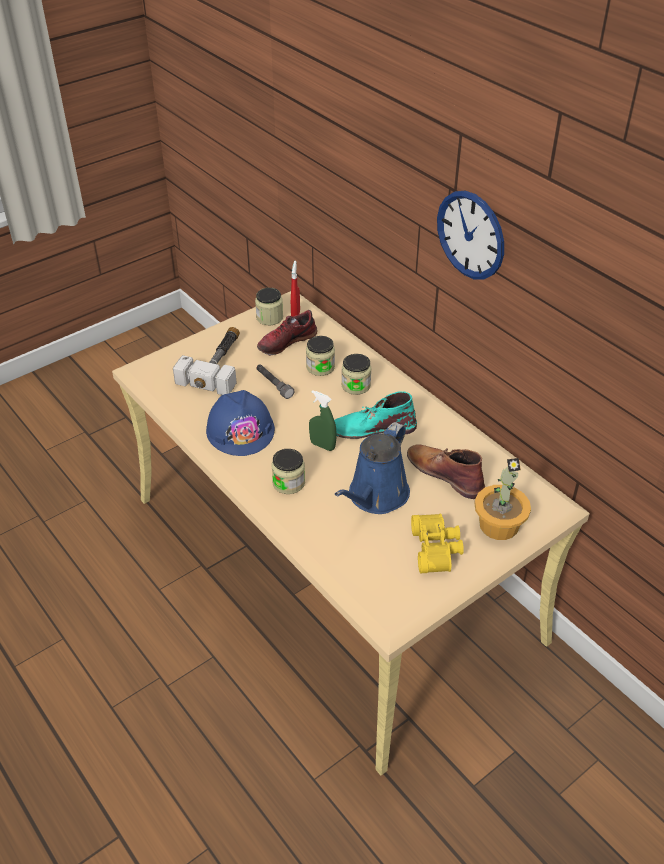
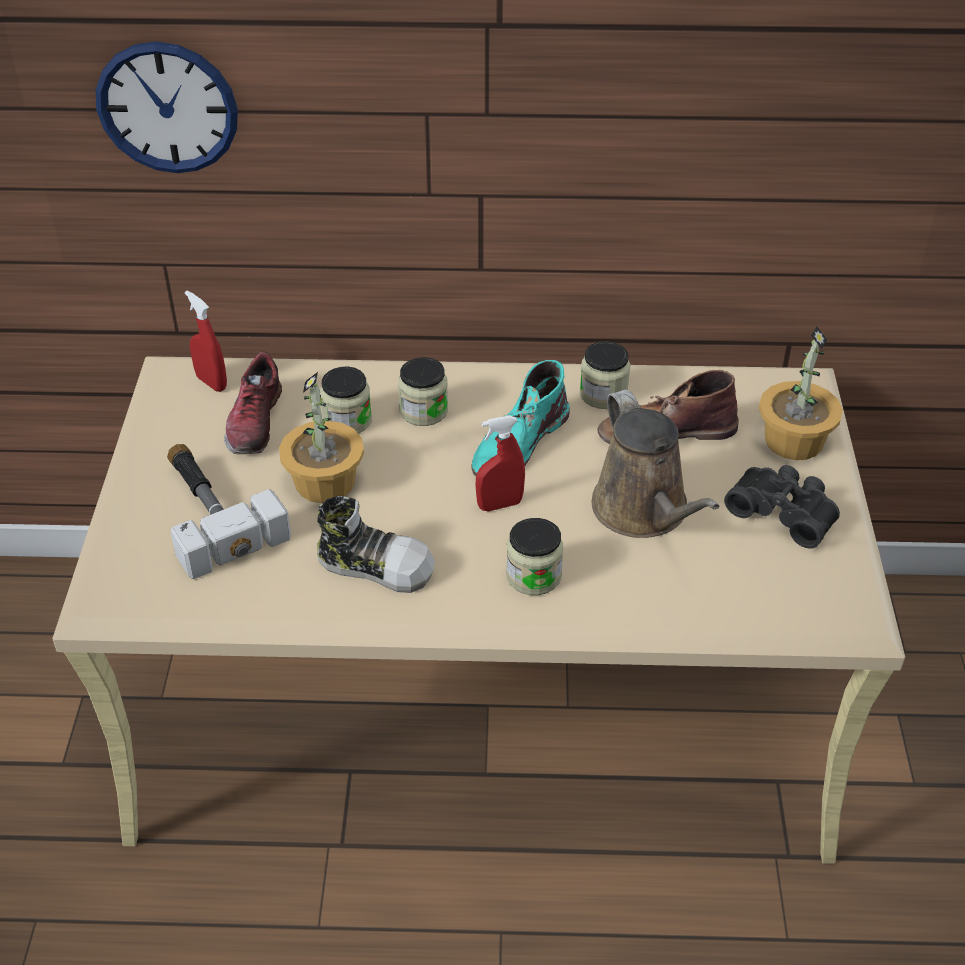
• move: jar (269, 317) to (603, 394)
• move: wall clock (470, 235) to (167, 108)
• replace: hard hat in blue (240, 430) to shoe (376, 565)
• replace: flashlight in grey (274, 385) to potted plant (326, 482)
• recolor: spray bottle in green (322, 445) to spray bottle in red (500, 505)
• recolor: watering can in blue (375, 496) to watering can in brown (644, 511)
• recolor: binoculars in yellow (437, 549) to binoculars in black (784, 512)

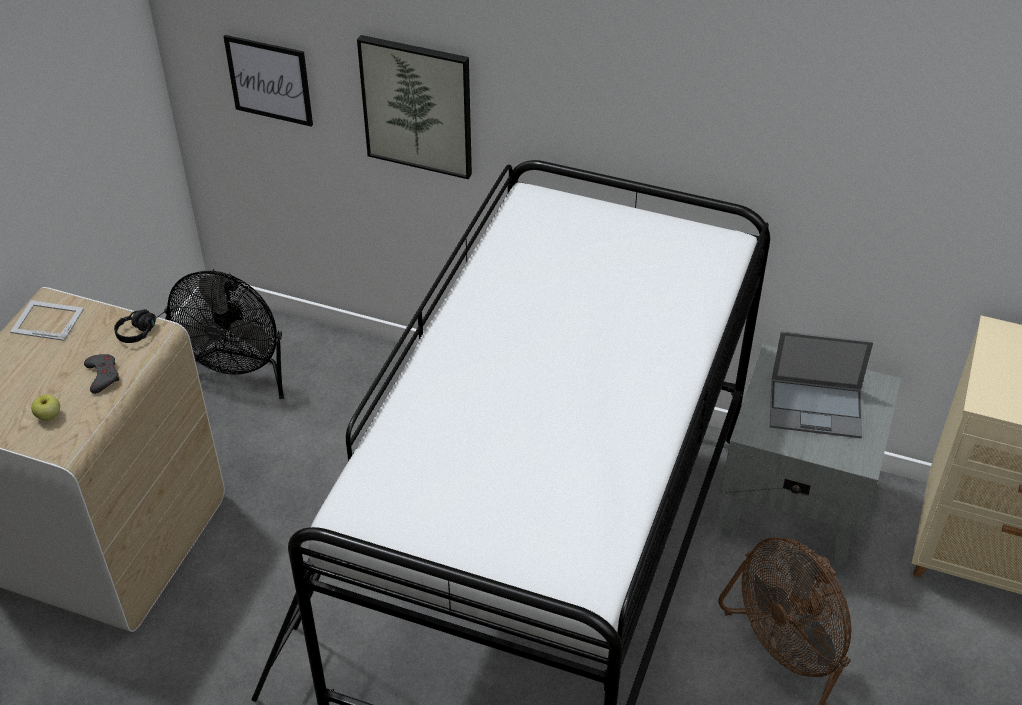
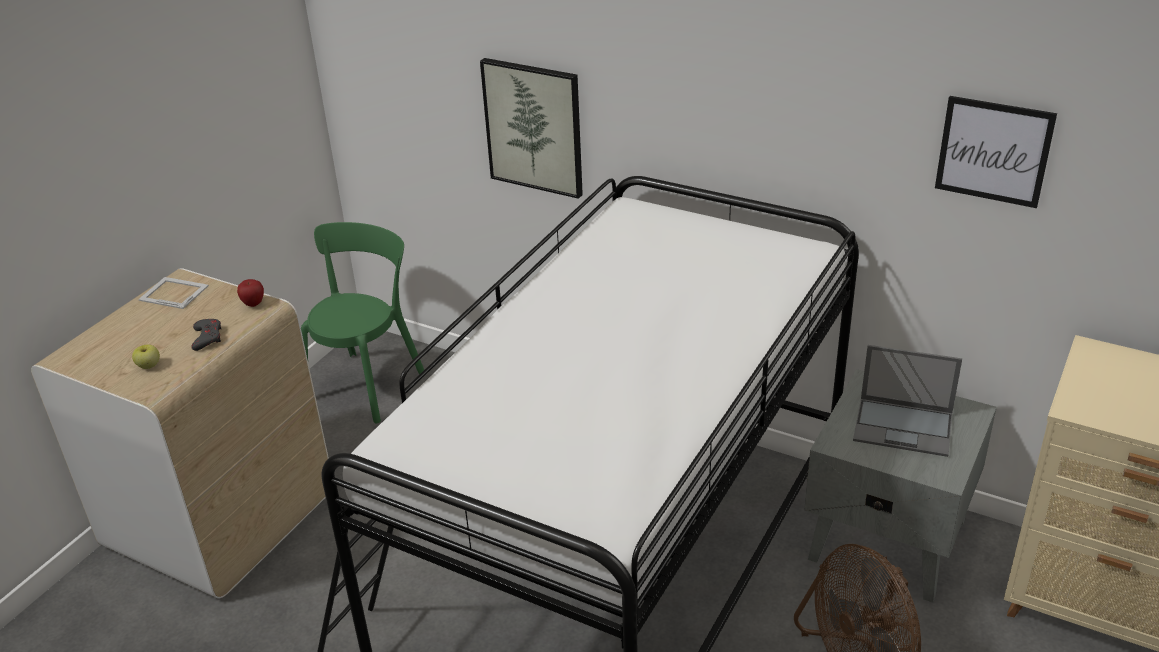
• move: picture (269, 80) to (993, 151)
• replace: headphones in black (141, 329) to apple (253, 304)
• replace: fan in black (234, 367) to chair in green (368, 383)

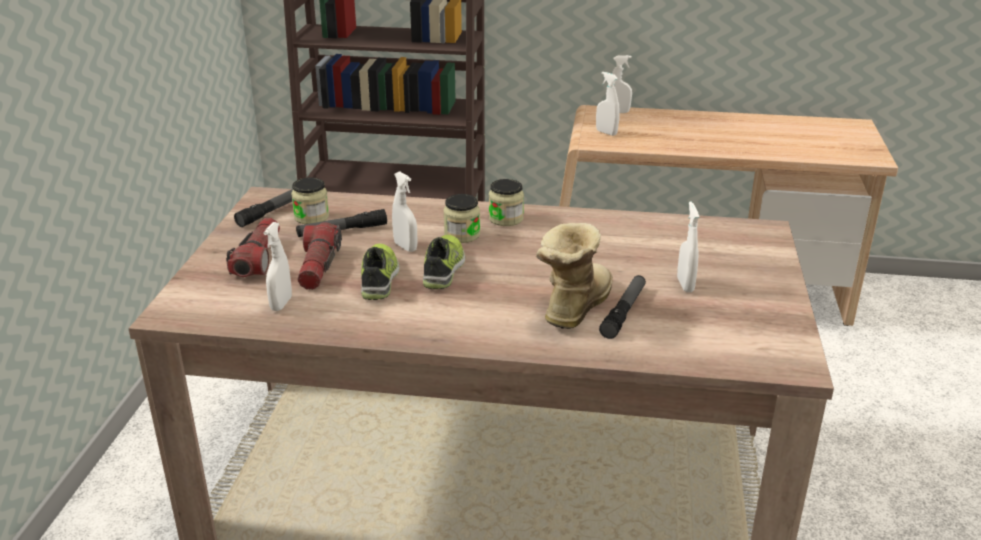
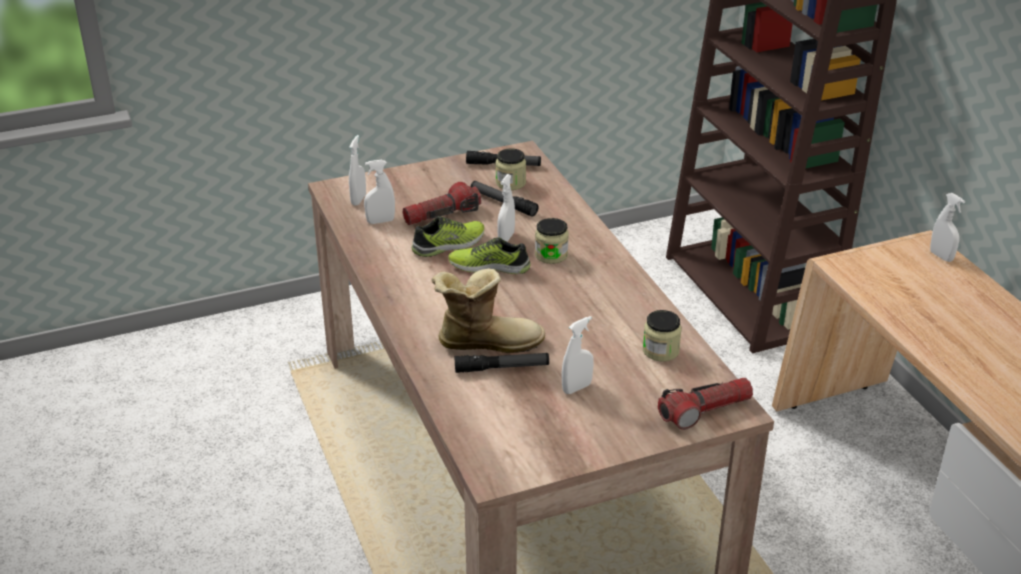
• move: flashlight (258, 259) to (705, 411)
• move: jar (506, 219) to (660, 351)
• move: spray bottle in white (606, 133) to (358, 199)
• rotate: shoe (444, 269) = (489, 266) 150 degrees counterclockwise

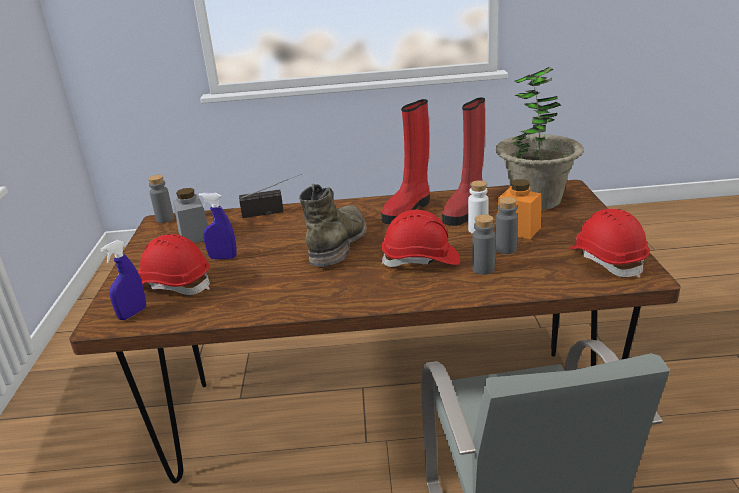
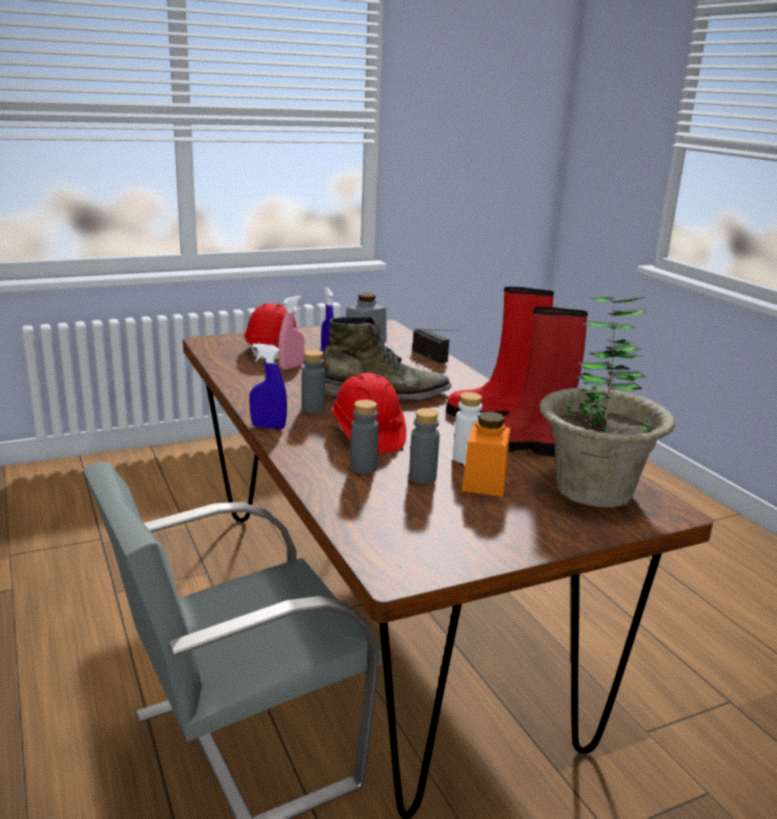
• delete: hard hat in red (607, 260)
• insert: spray bottle in pink (291, 367)
• move: spray bottle in blue (133, 314) to (268, 427)
• move: bottle in grey (165, 219) to (313, 409)

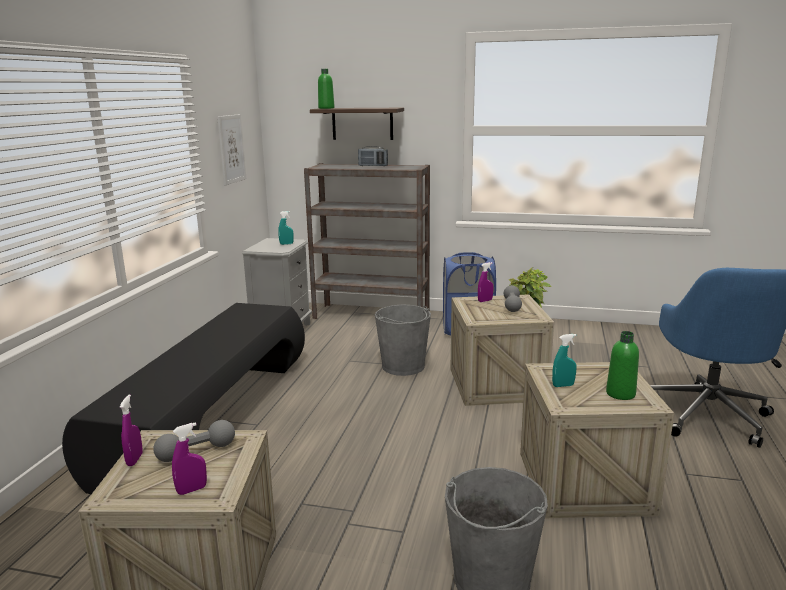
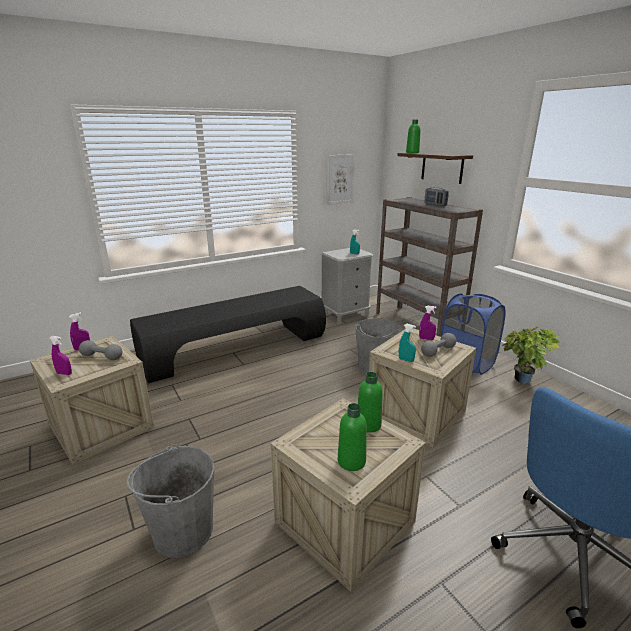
• insert: bottle in green (368, 425)
• move: spray bottle in turquoise (563, 385) to (406, 360)

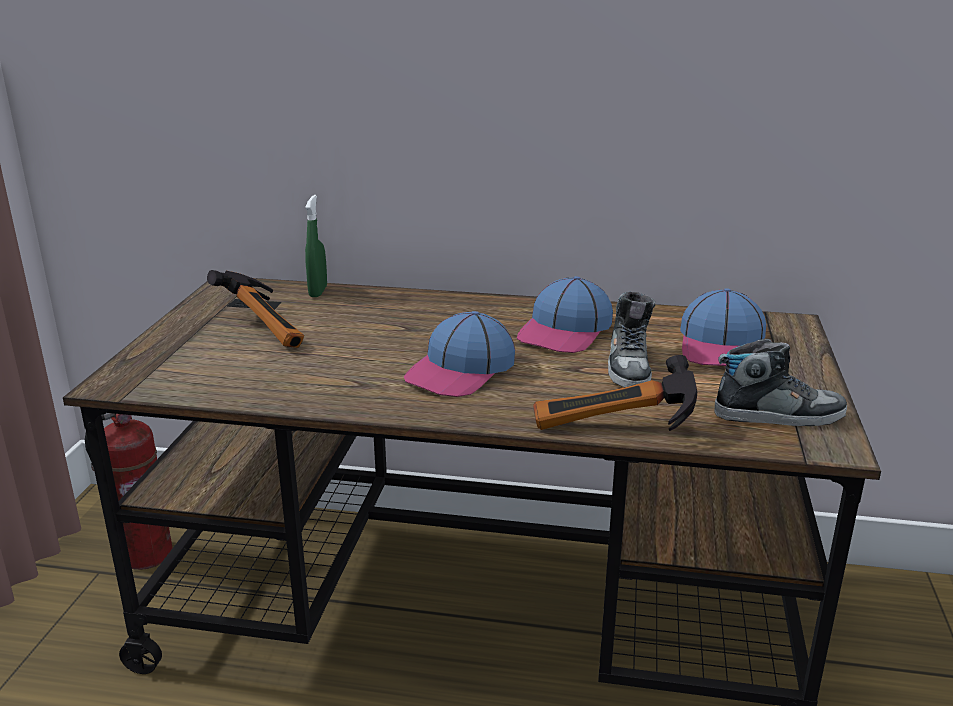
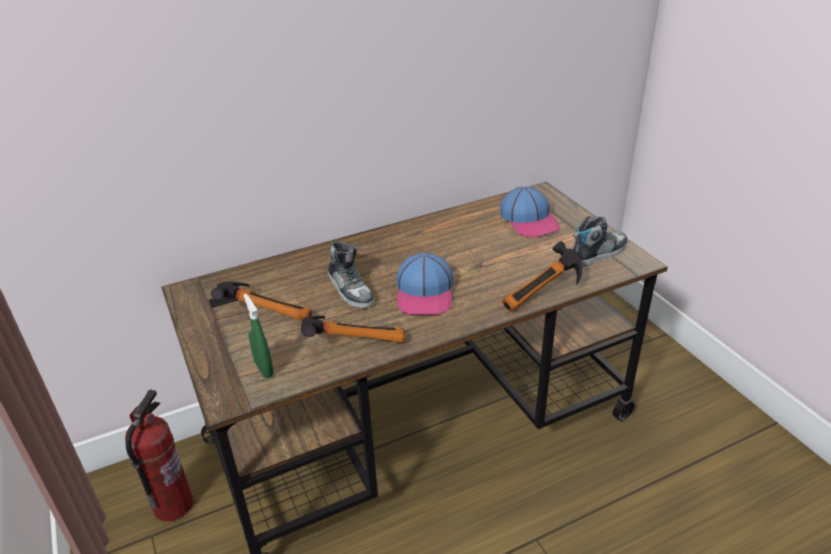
• delete: cap (565, 331)
• insert: hammer (354, 340)
• move: spray bottle in green (318, 291) to (264, 369)
• move: shoe (629, 365) to (351, 290)

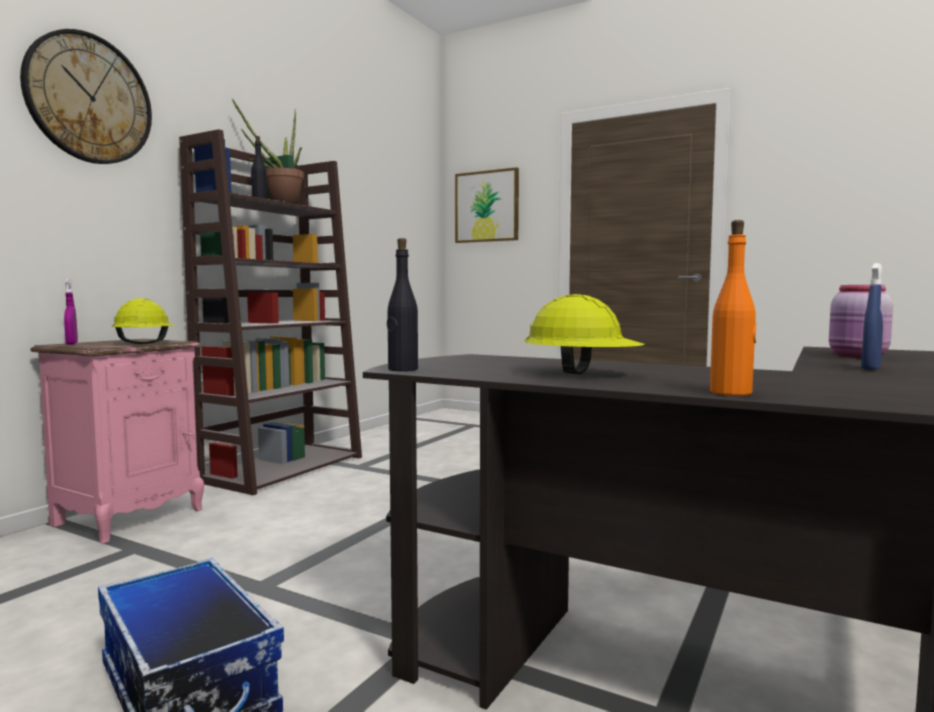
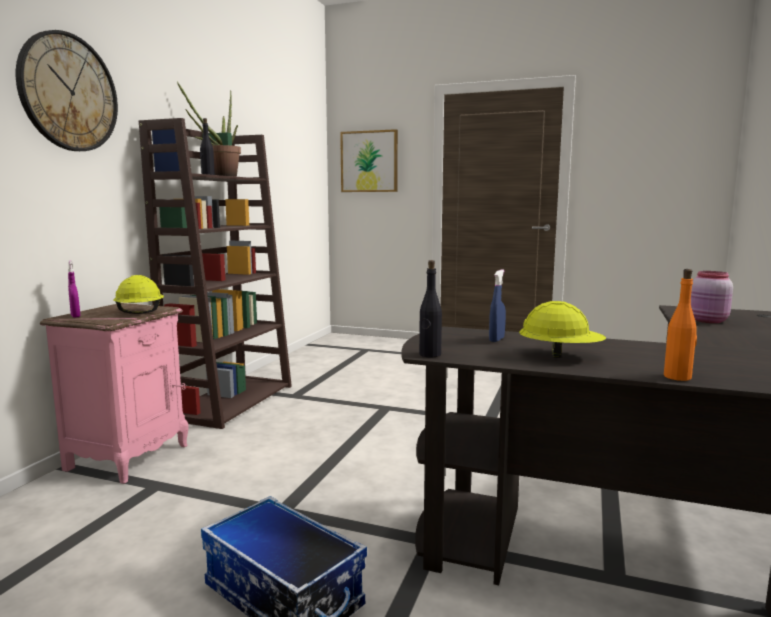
• move: spray bottle in blue (870, 368) to (496, 339)

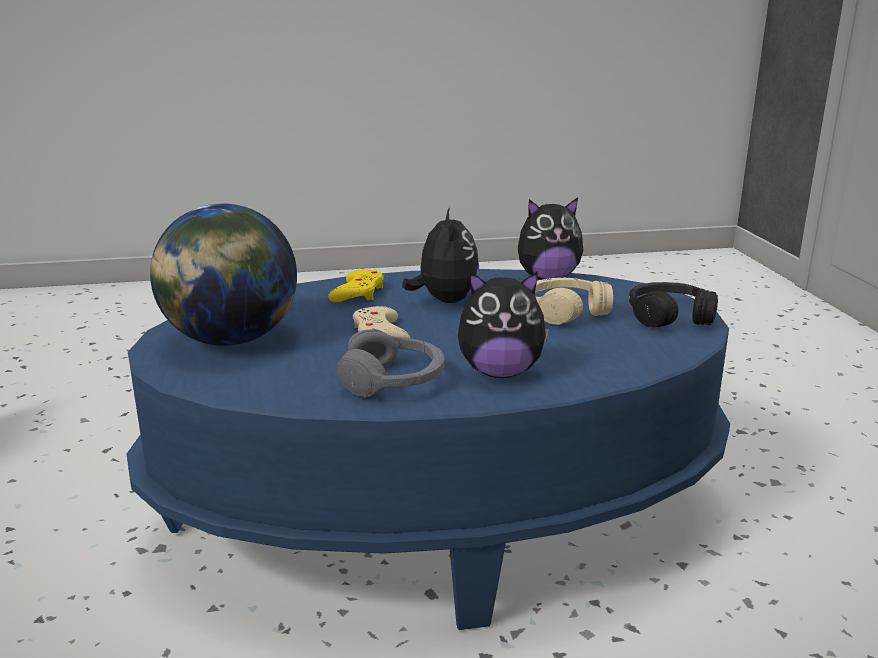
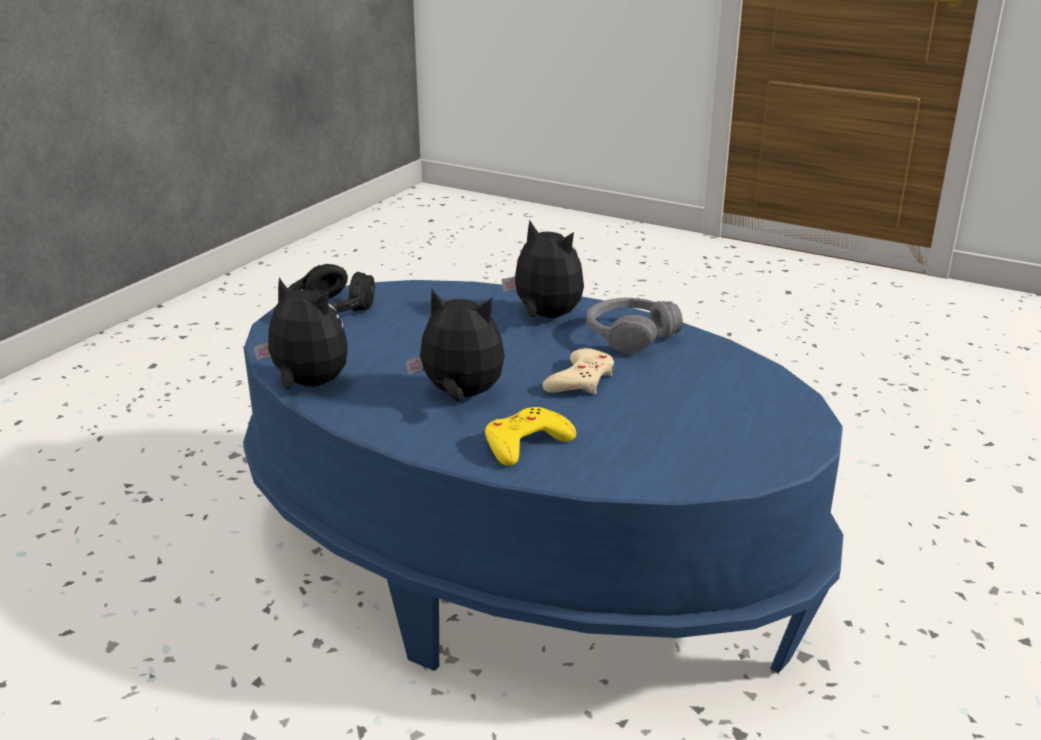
• delete: globe (231, 340)
• delete: headphones in beige (565, 312)
• rotate: plush toy (444, 300) = (460, 396) 75 degrees clockwise

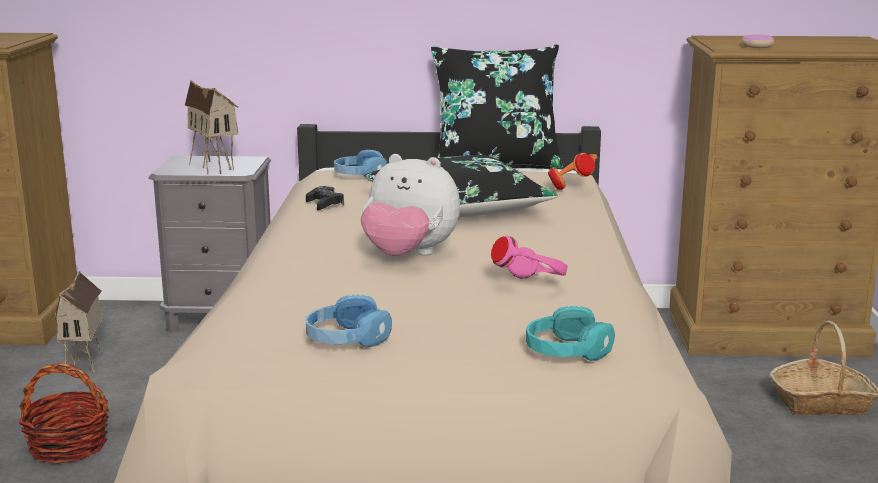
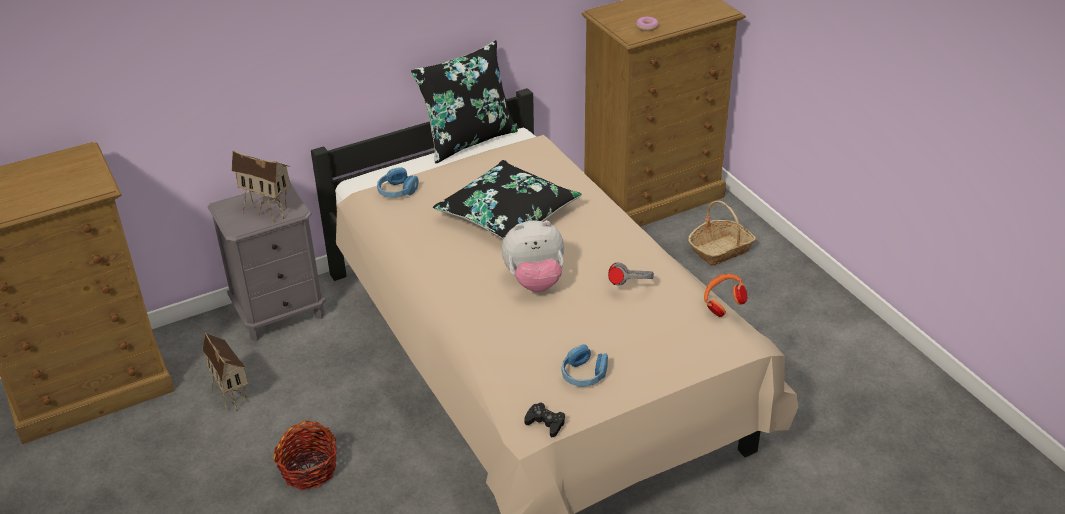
• delete: headphones in turquoise (566, 351)
• move: game controller in black (325, 204) to (545, 423)
• move: headphones in orange (573, 187) to (722, 305)
• recolor: headphones in pink (531, 286) to headphones in grey (630, 287)

